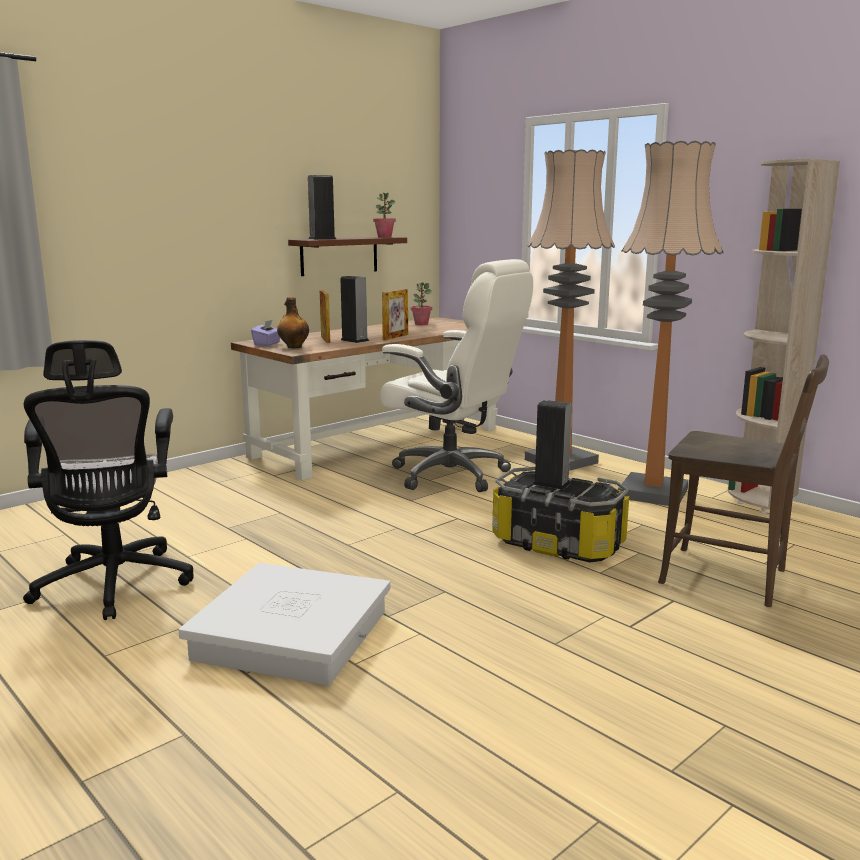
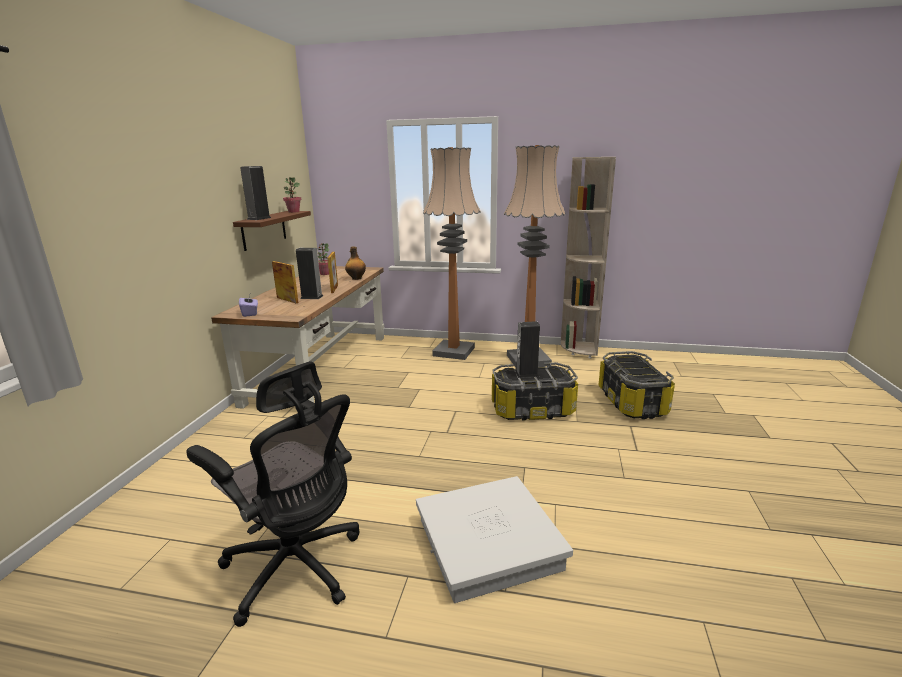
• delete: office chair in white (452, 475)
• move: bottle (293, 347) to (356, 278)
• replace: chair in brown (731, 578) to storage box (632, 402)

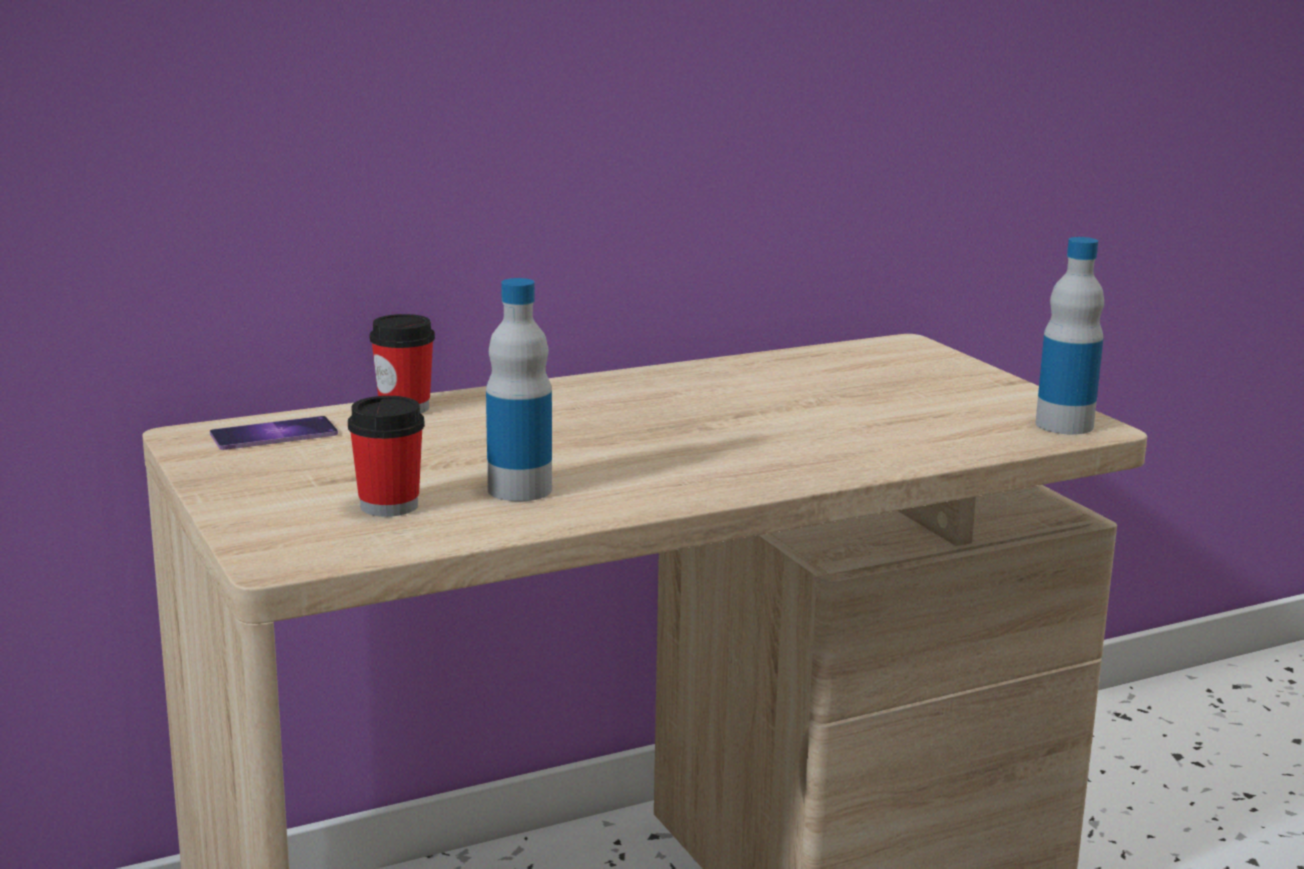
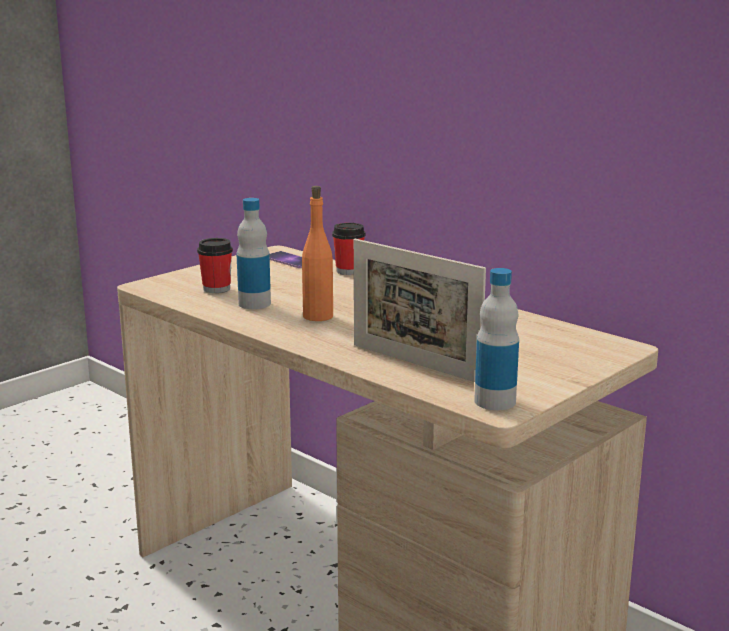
• insert: bottle in orange (318, 316)
• insert: picture frame (414, 363)

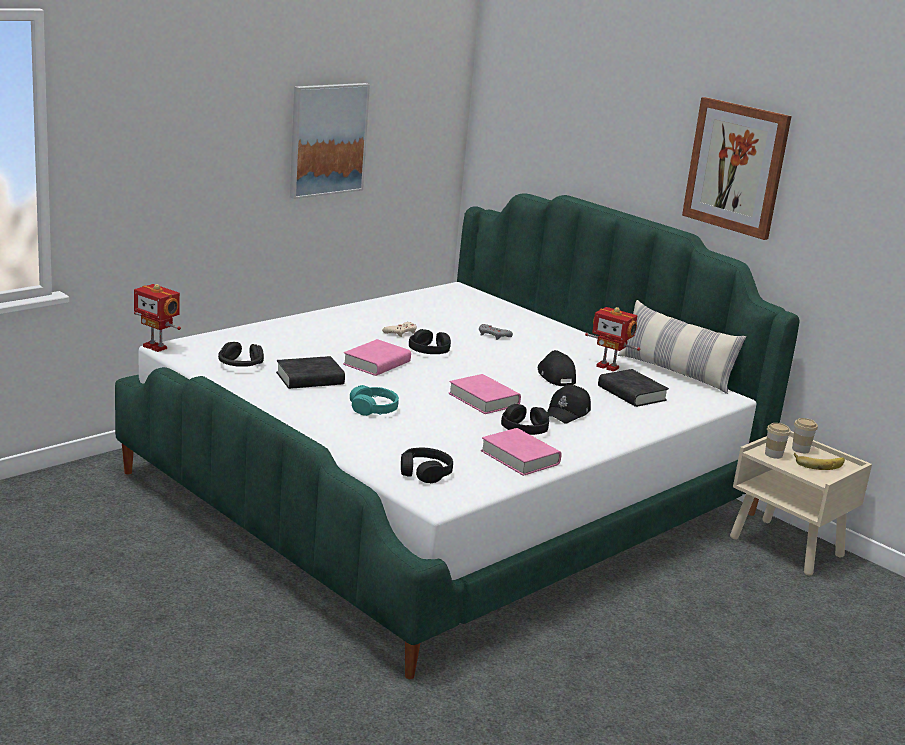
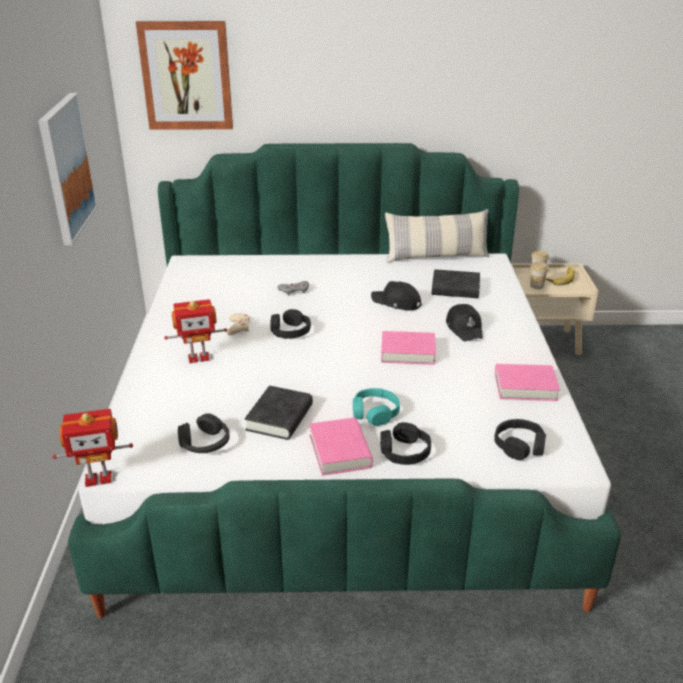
• move: book in pink (377, 363) to (340, 451)
• move: headphones in black (524, 429) to (404, 452)
• move: toy robot (608, 367) to (198, 357)
• move: picture (736, 167) to (186, 76)

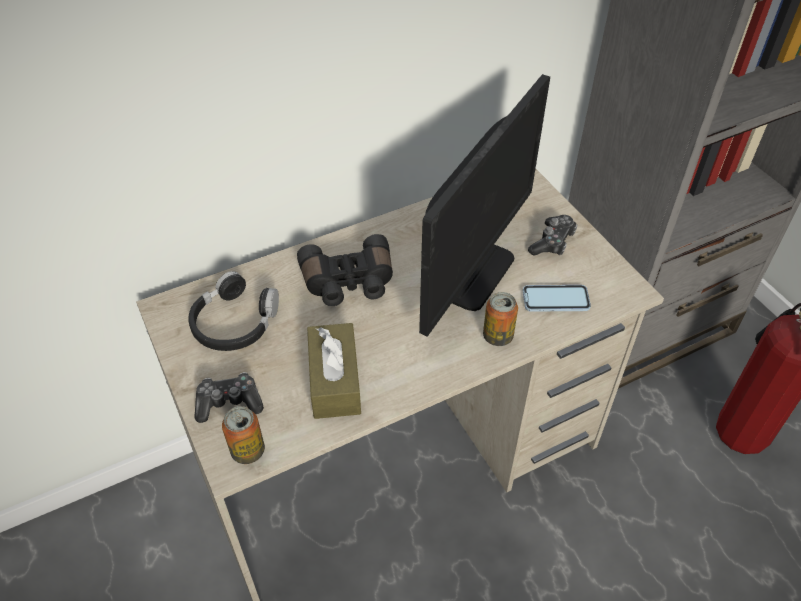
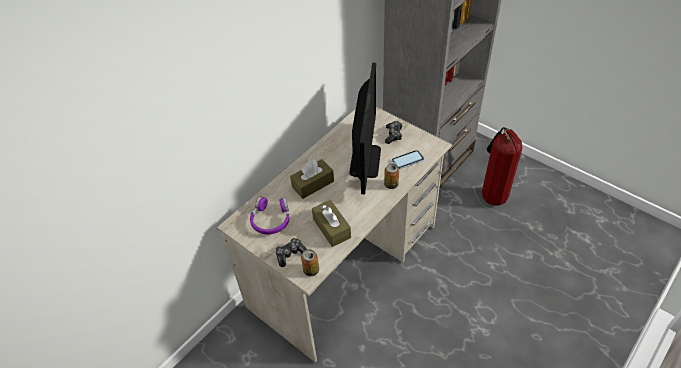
• replace: binoculars in black (348, 283) to tissue box in brown (313, 184)
• recolor: headphones in black (235, 322) to headphones in purple (271, 220)

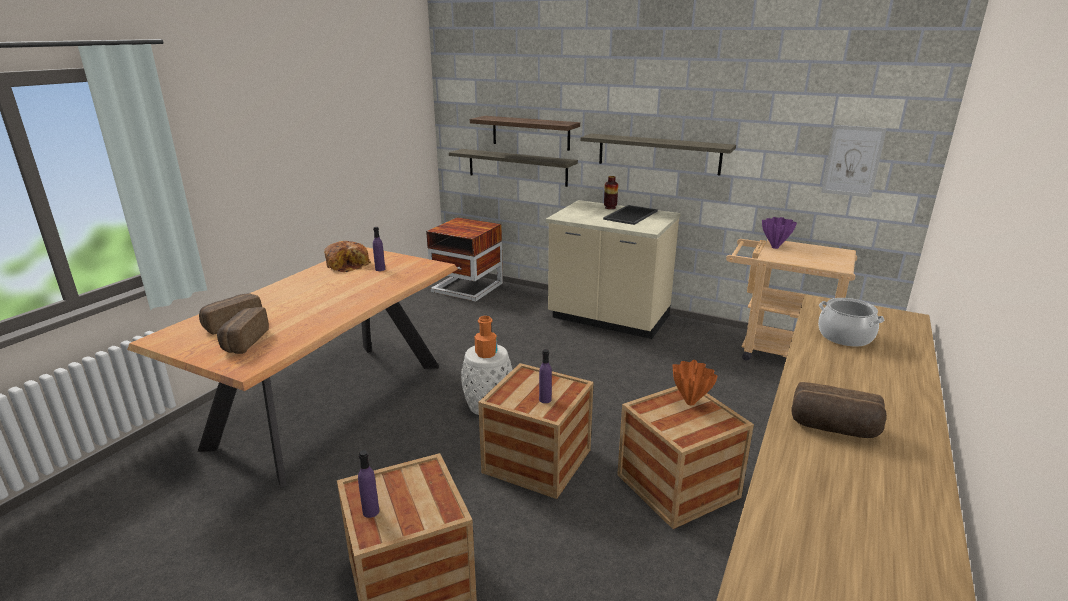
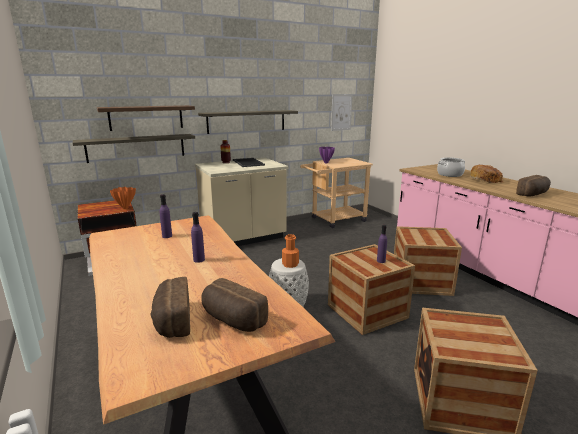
• move: bread (348, 264) to (486, 180)
• move: bottle in purple (371, 511) to (199, 260)
• move: vase in orange (689, 402) to (124, 208)

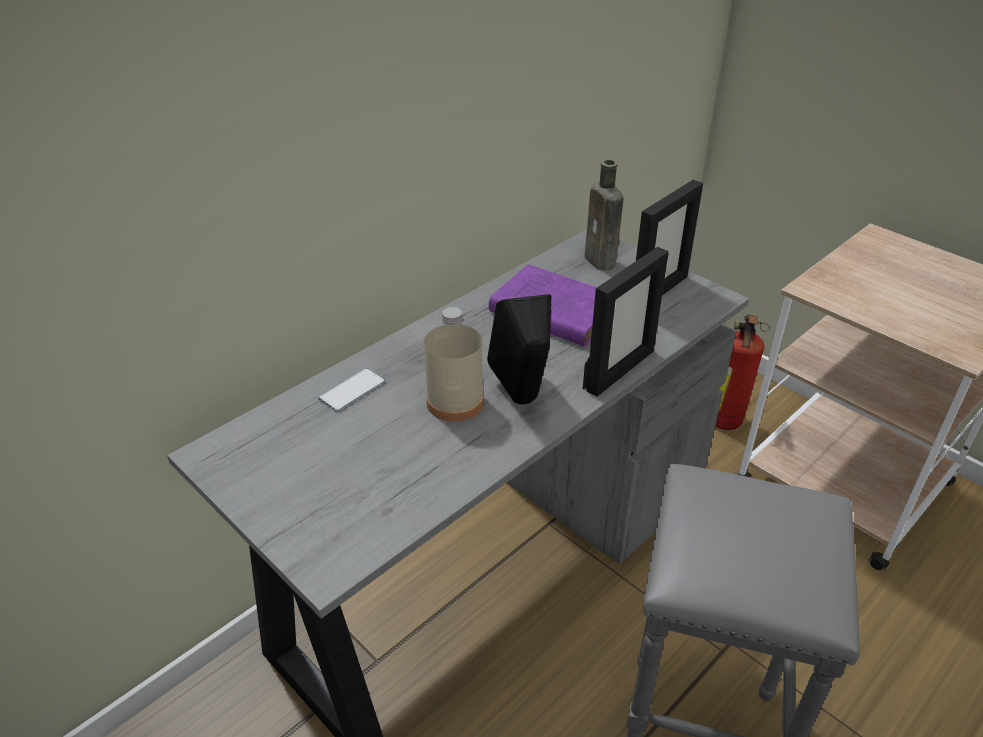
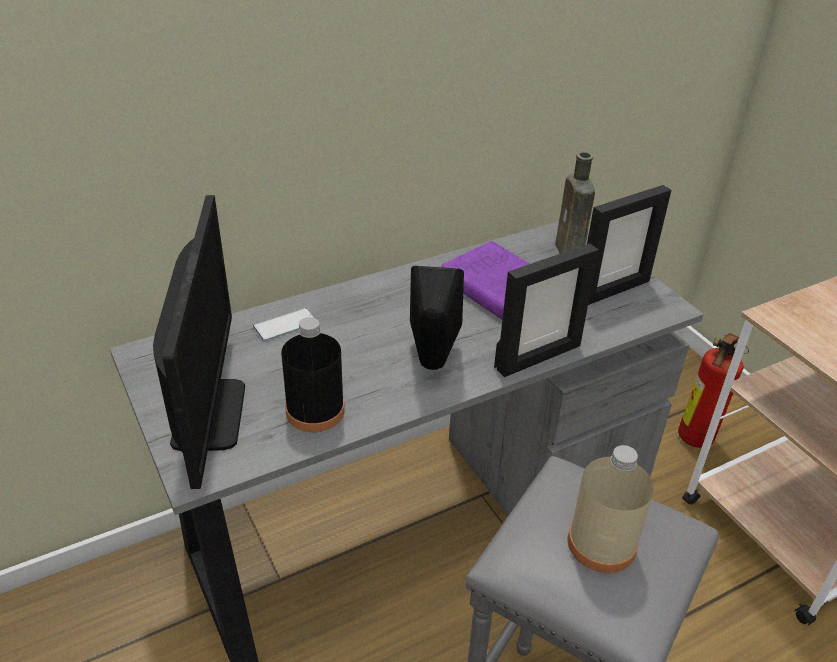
• insert: monitor (209, 414)
• insert: bottle in black (315, 411)
• move: bottle in beige (455, 402) to (601, 544)

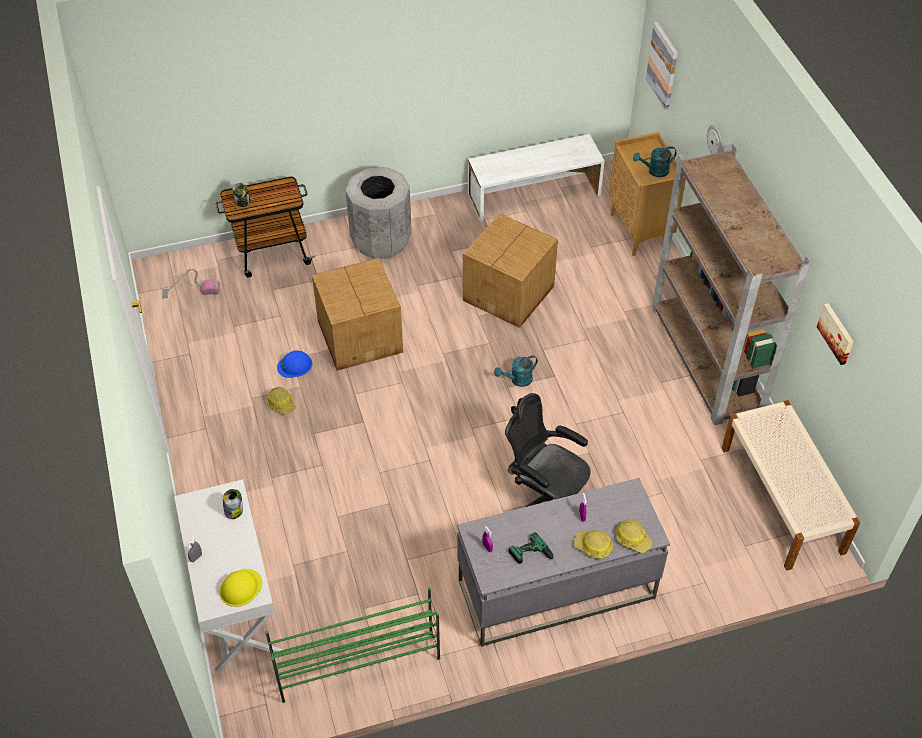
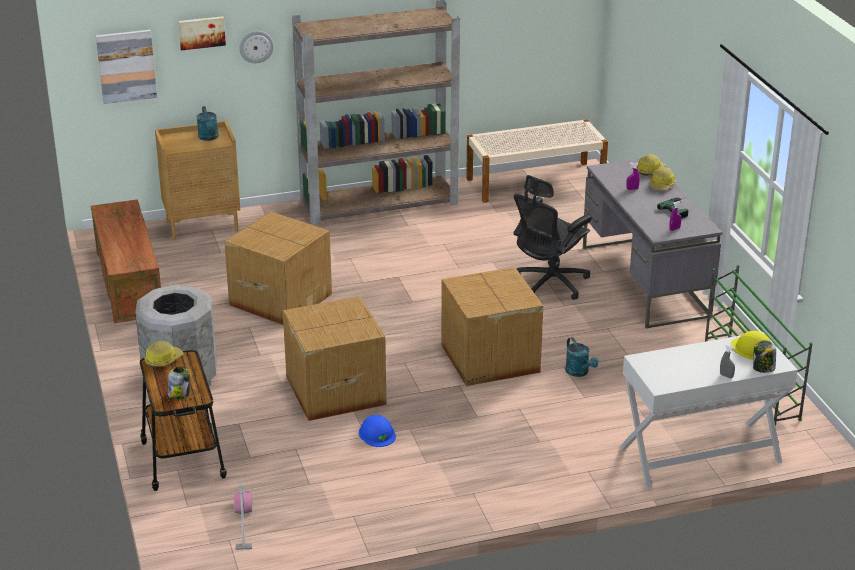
• insert: cardboard box (489, 359)
• move: jar (234, 510) to (763, 368)
• move: hard hat (281, 404) to (163, 360)
• move: watering can in turquoise (517, 380) to (579, 372)
• move: picture (837, 333) to (201, 32)
• recolor: bench in white (534, 193) to bench in brown (127, 282)

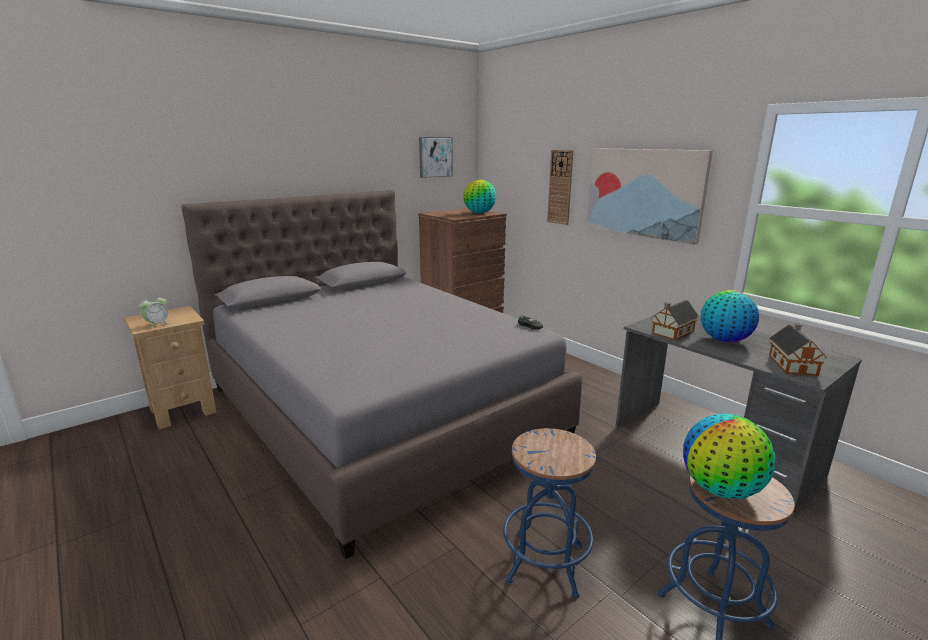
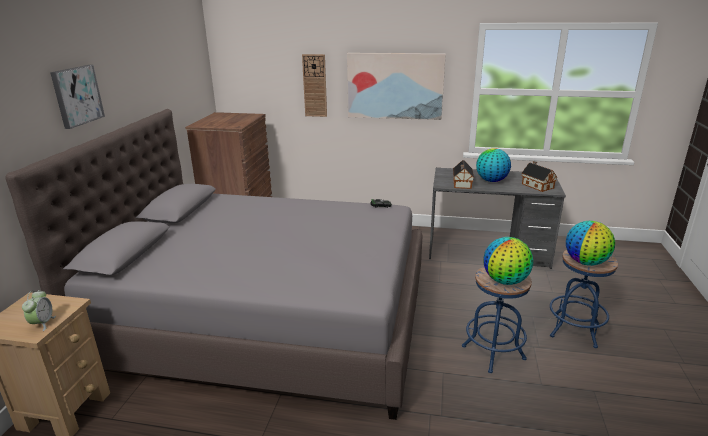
• move: picture (435, 157) to (76, 95)
• move: globe (479, 213) to (505, 281)

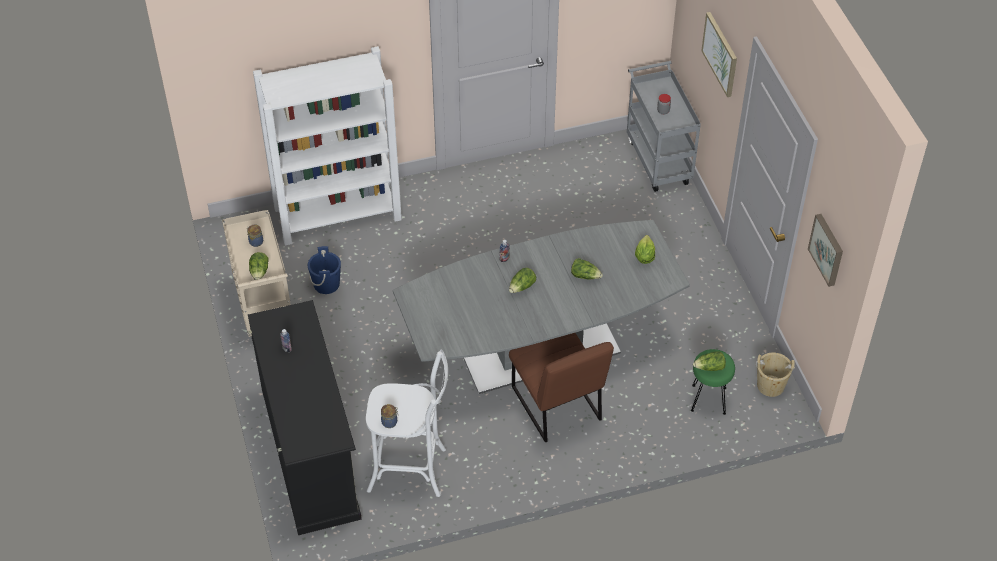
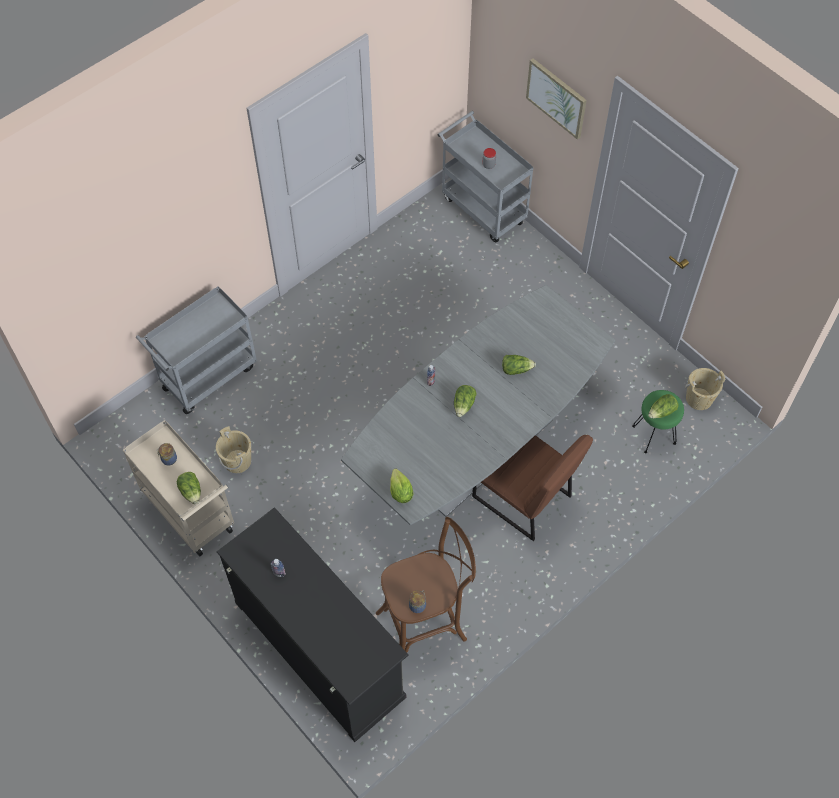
• delete: picture (827, 249)
• move: lettuce (644, 257) to (400, 492)
• replace: bookcase in white (338, 213) to cart in grey (207, 380)
• recolor: bucket in blue (326, 284) to bucket in beige (237, 461)
• recolor: stool in white (411, 470) to stool in brown (426, 624)

